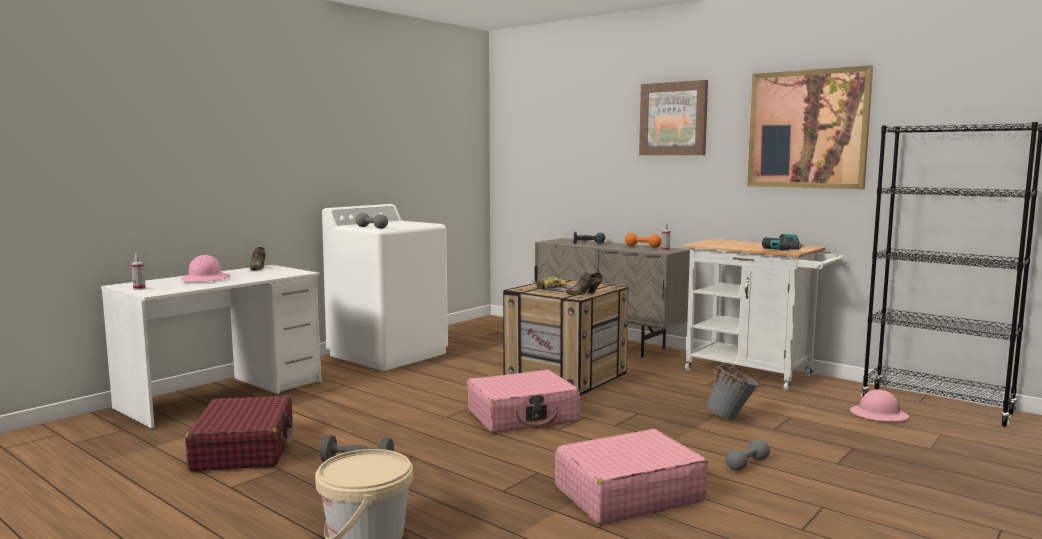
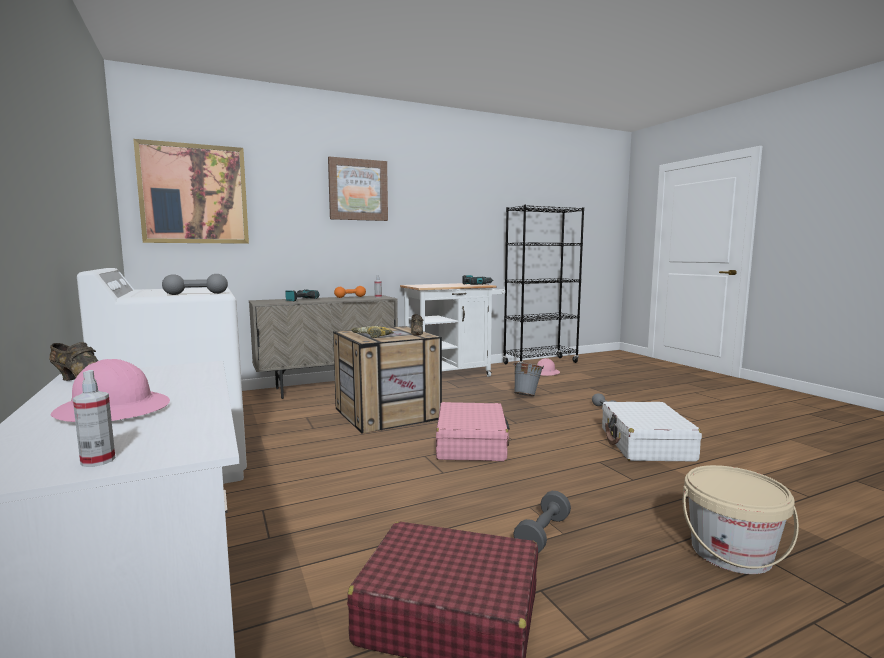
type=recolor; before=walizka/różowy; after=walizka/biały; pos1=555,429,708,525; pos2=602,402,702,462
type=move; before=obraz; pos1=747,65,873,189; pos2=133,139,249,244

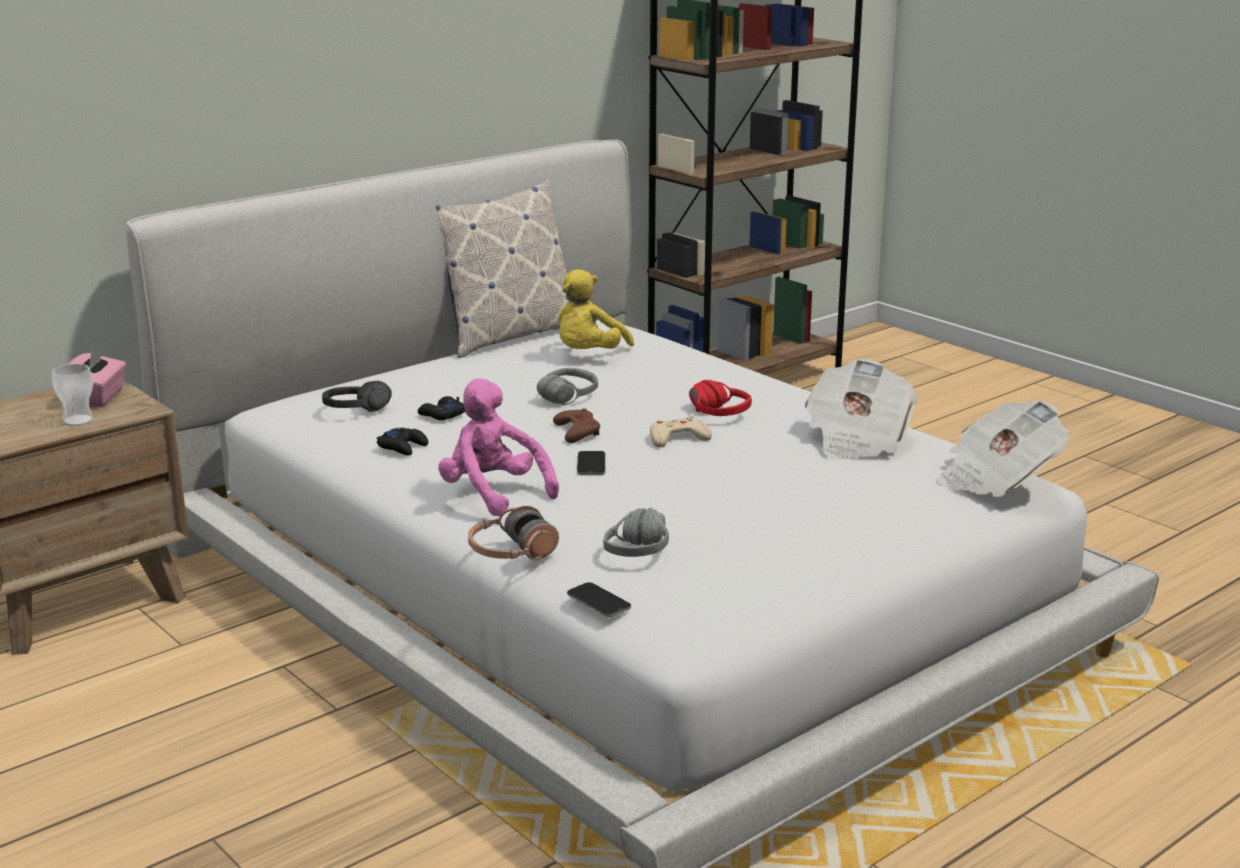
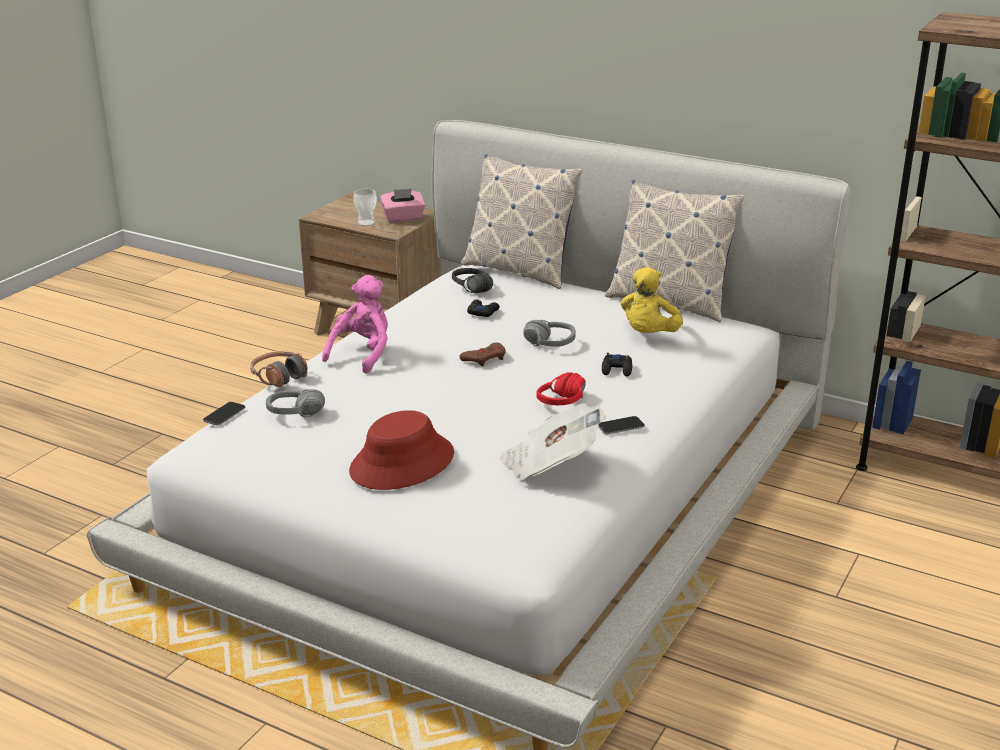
type=move; before=pad do gier/czarny; pos1=377,427,428,456; pos2=602,353,632,377
type=rotate; before=pluszak/żółty; pos1=558,269,634,349; pos2=621,267,683,333; turn=-75
type=move; before=telefon; pos1=577,451,605,475; pos2=598,416,645,434
type=delete; before=pad do gier/beżowy; pos1=650,418,712,447
type=delete; before=gazeta; pos1=937,401,1070,497
type=insert; after=kapelusz/czerwony; pos2=349,410,454,490
type=insert; after=poduszka; pos2=461,154,582,289

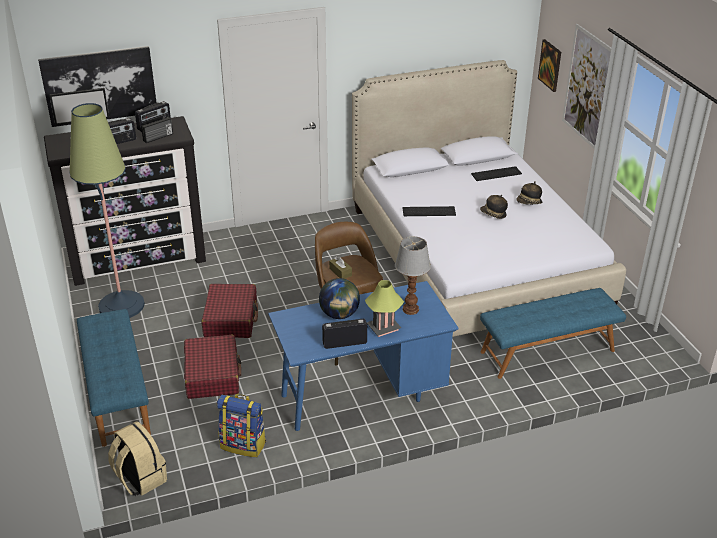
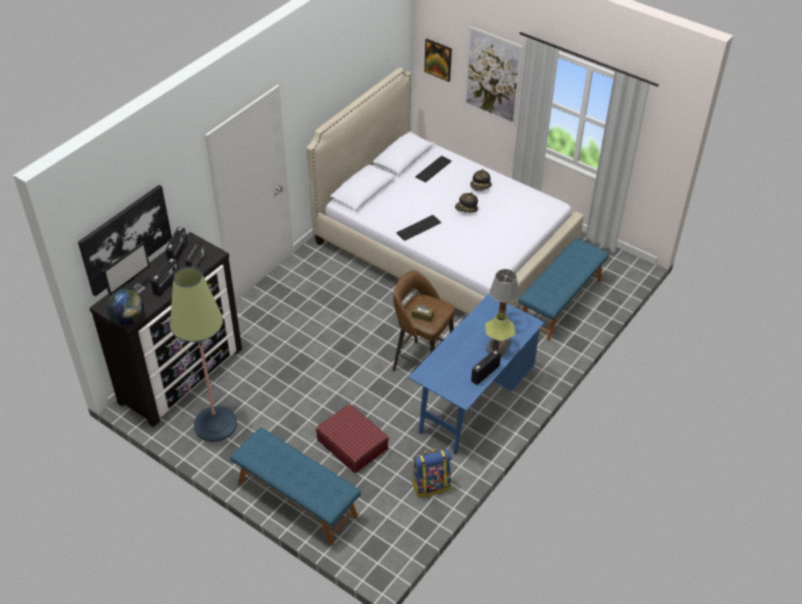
type=delete; before=plecak/beżowy; pos1=108,421,167,496
type=delete; before=walizka/czerwony; pos1=202,284,258,338
type=move; before=globus; pos1=319,278,360,319; pos2=107,289,144,325

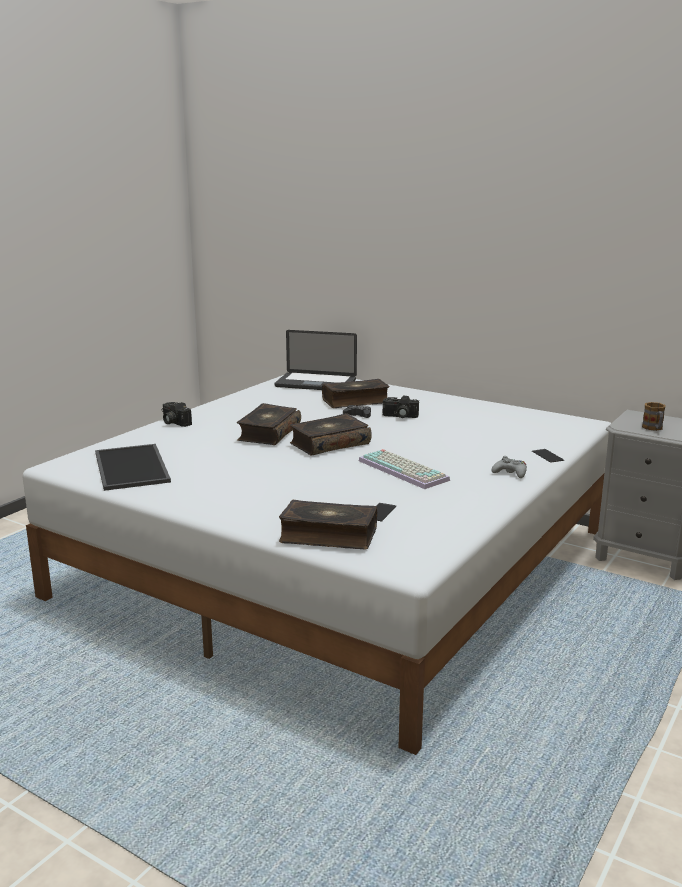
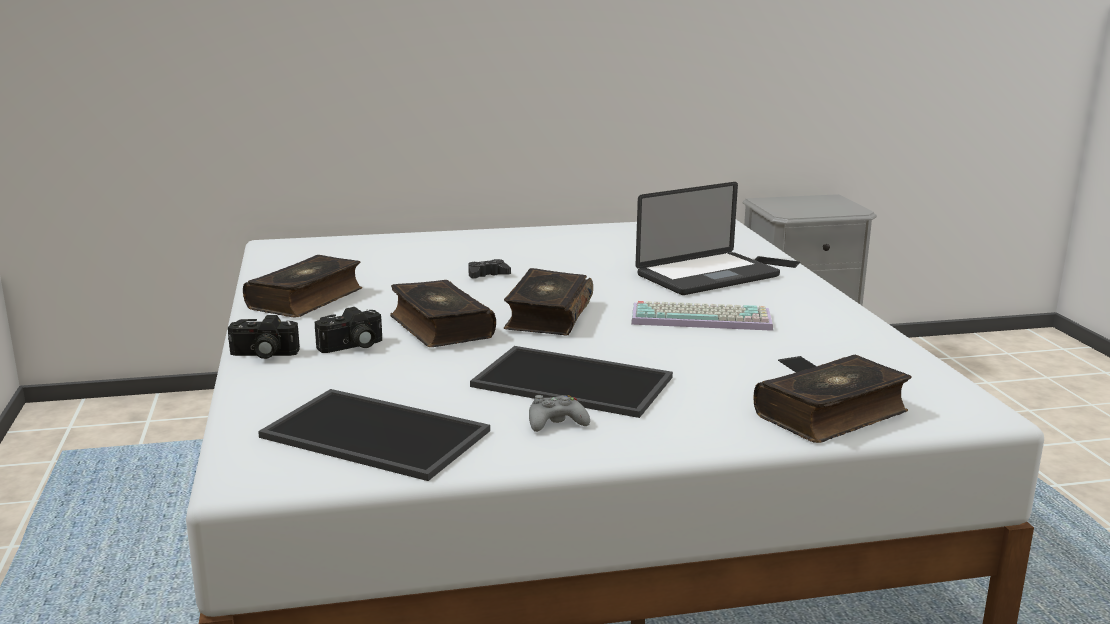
type=move; before=laptop; pos1=274,330,357,390; pos2=636,182,780,295
type=move; before=książka; pos1=322,379,390,408; pos2=243,255,362,317
type=move; before=aparat fotograficzny; pos1=383,396,419,418; pos2=315,307,382,353
type=move; before=pad do gier/szary; pos1=491,456,527,478; pos2=529,395,590,432
type=delete; before=kubek; pos1=642,402,666,431
type=insert; after=taca; pos2=470,346,673,418

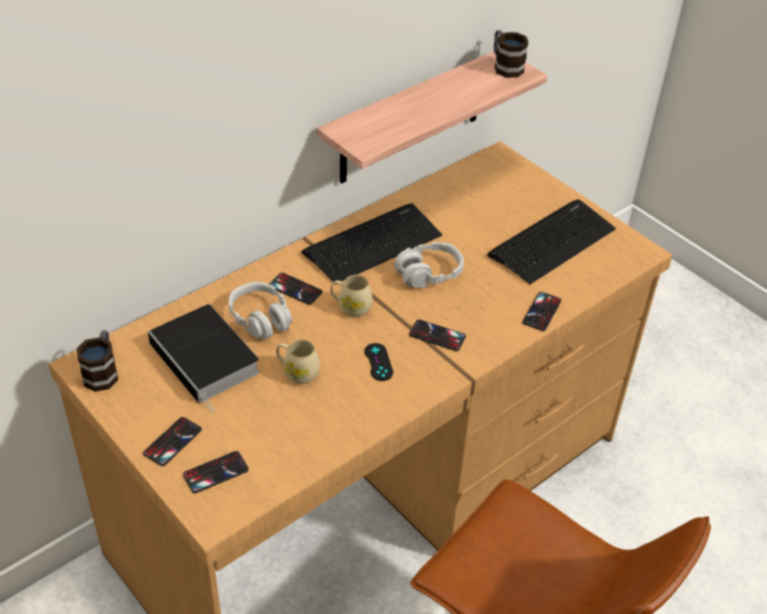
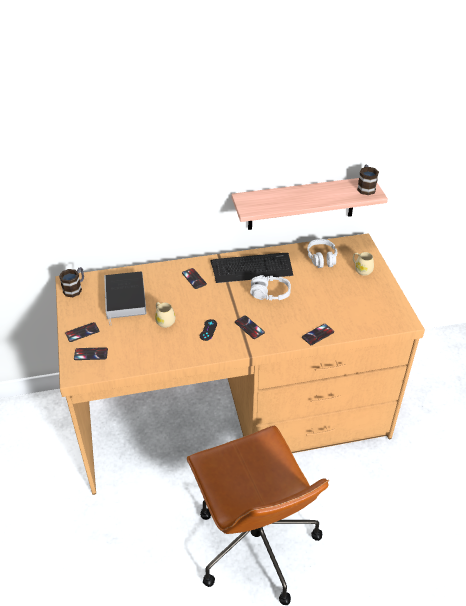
type=move; before=słuchawki/szary; pos1=229,282,292,340; pos2=307,239,337,268
type=move; before=kubek/beżowy; pos1=330,275,373,317; pos2=353,252,374,276
type=delete; before=klawiatura; pos1=487,199,616,284

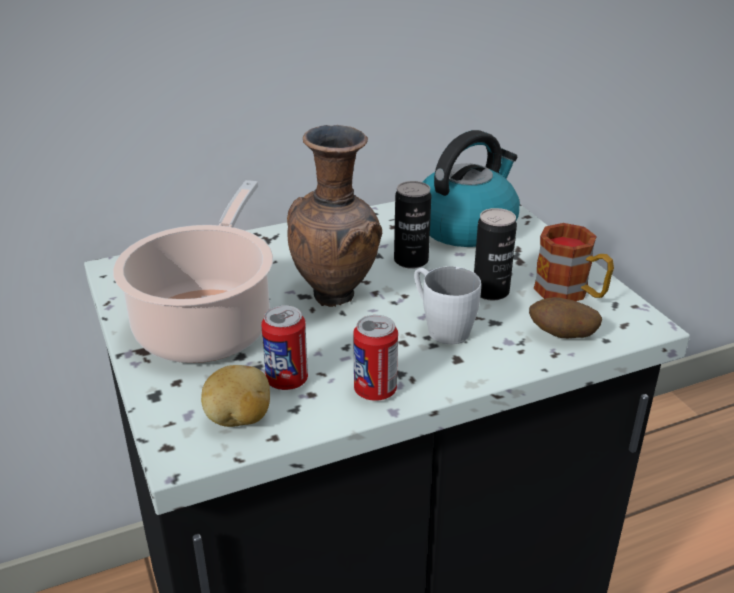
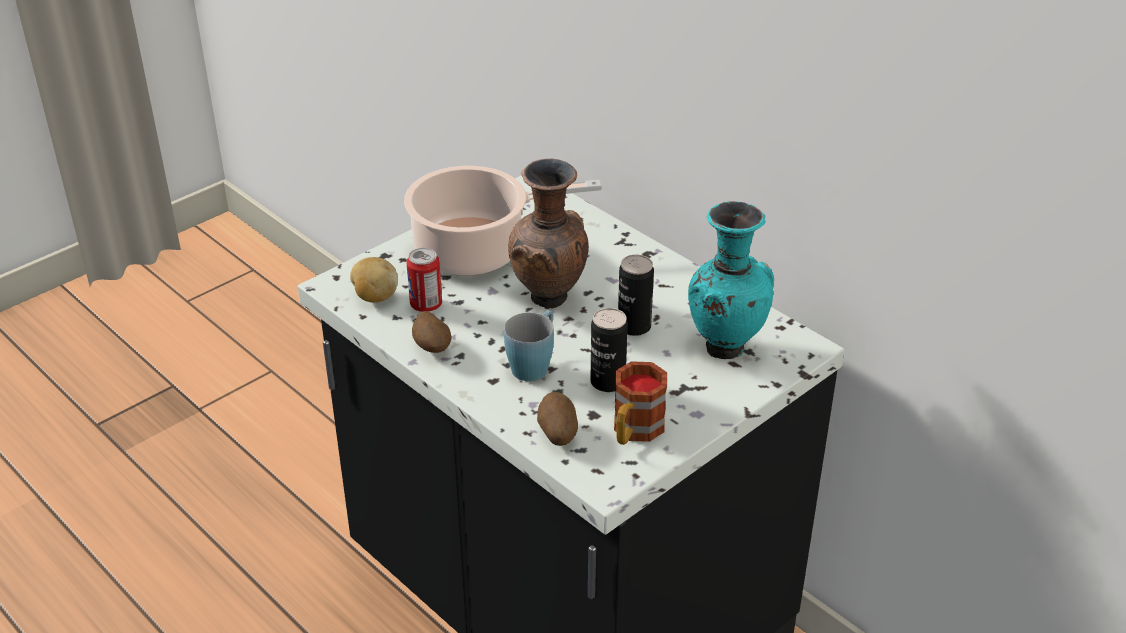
type=replace; before=puszka; after=ziemniak; pos1=353,315,398,401; pos2=412,311,451,353
type=recolor; before=kubek/biały; after=kubek/niebieski; pos1=414,266,481,344; pos2=504,310,554,381
type=replace; before=czajnik; after=wazon/turkusowy; pos1=423,130,520,247; pos2=688,201,774,359

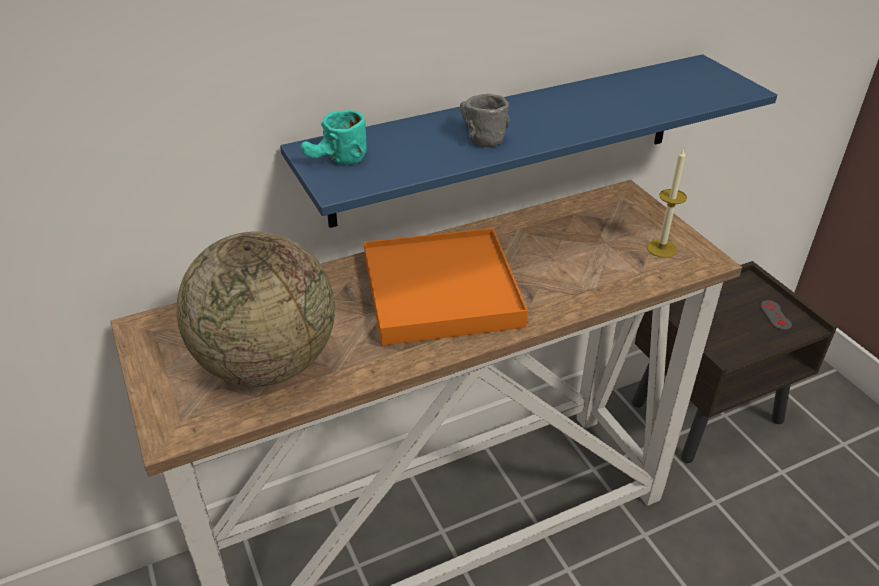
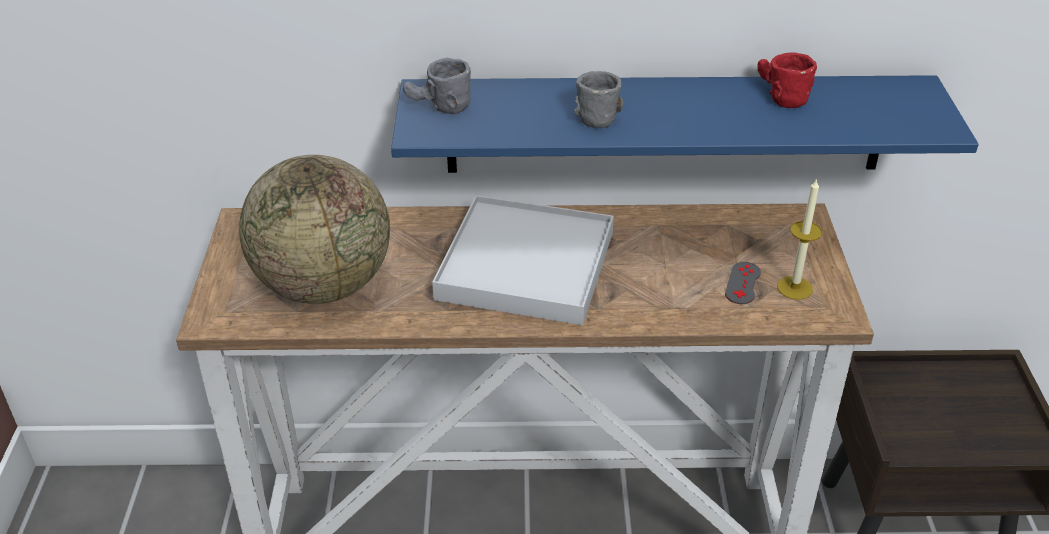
type=recolor; before=kubek/turkusowy; after=kubek/szary; pos1=300,110,367,165; pos2=403,58,471,114
type=recolor; before=taca/pomarańczowy; after=taca/biały; pos1=364,228,528,346; pos2=432,195,614,325
type=move; before=pad do gier/szary; pos1=760,300,792,330; pos2=725,262,761,304
type=insert; after=kubek/czerwony; pos2=757,52,817,108

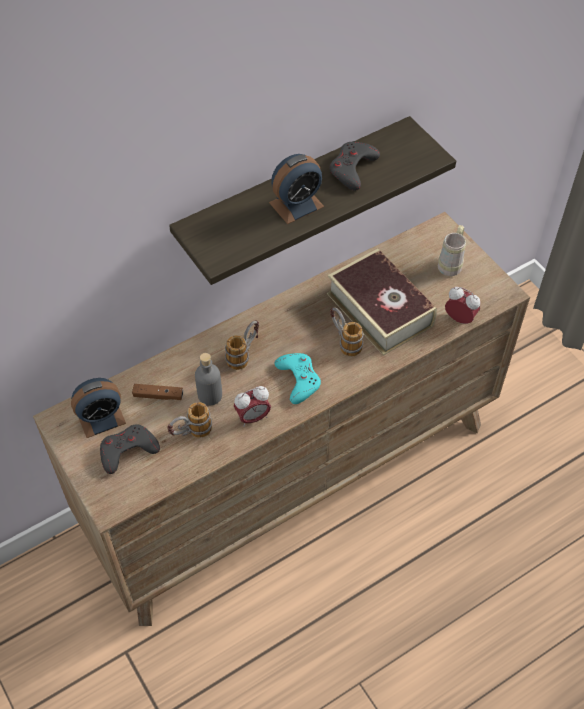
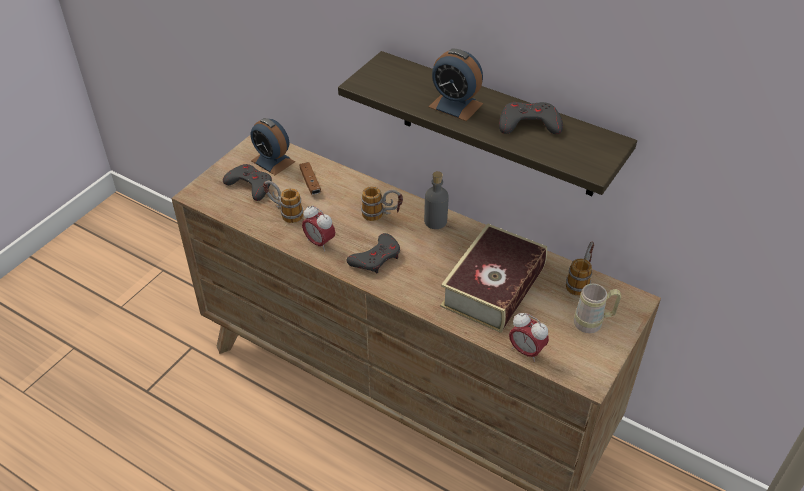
type=move; before=butelka/szary; pos1=195,353,222,406; pos2=424,171,449,229
type=recolor; before=pad do gier/turkusowy; after=pad do gier/szary; pos1=274,353,321,404; pos2=347,233,400,273
type=move; before=kubek; pos1=330,307,363,356; pos2=566,242,594,296
type=rotate; before=budzik; pos1=445,287,480,324; pos2=509,313,549,362; turn=120

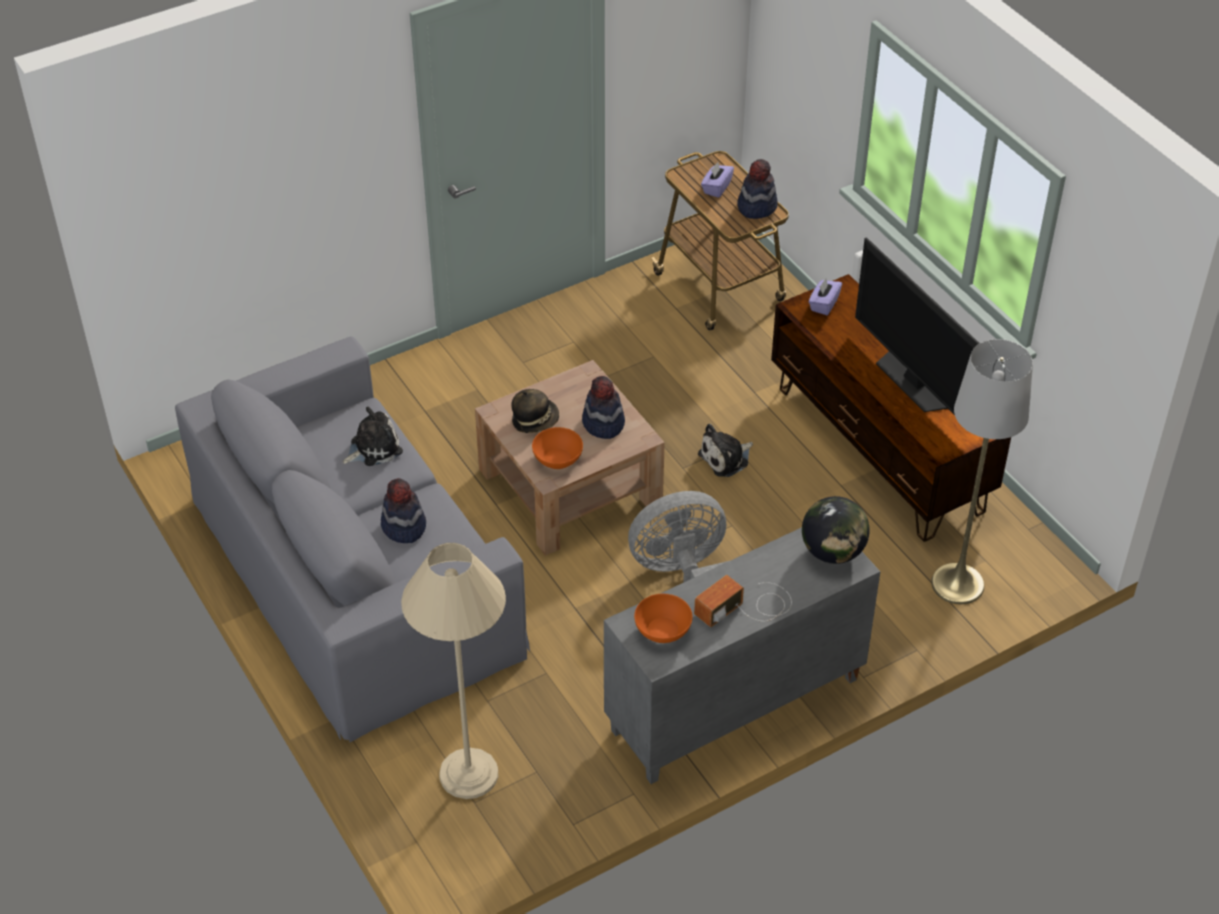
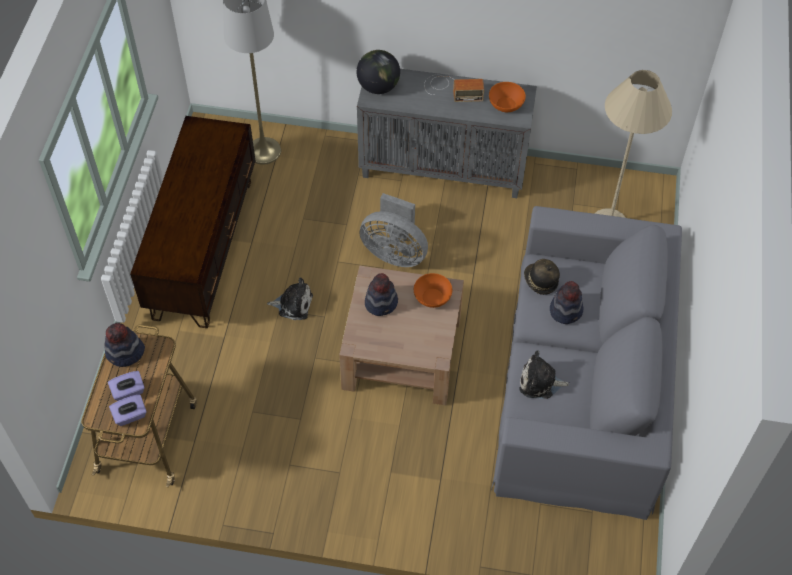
type=move; before=kapelusz; pos1=511,389,559,433; pos2=524,259,560,295
type=move; before=pudełko chusteczek/fioletowy; pos1=809,278,842,315; pos2=109,394,147,426
type=delete; before=telewizor; pos1=855,237,979,415

